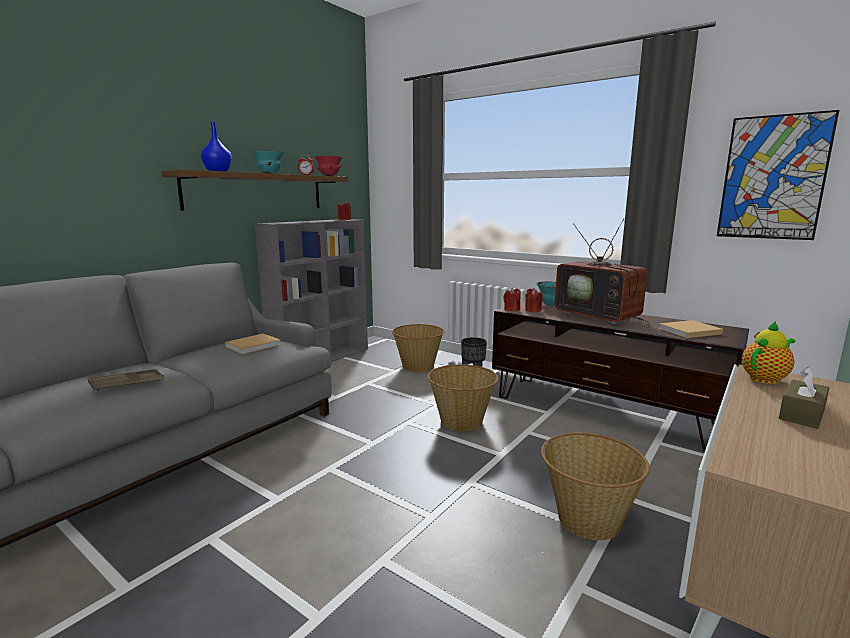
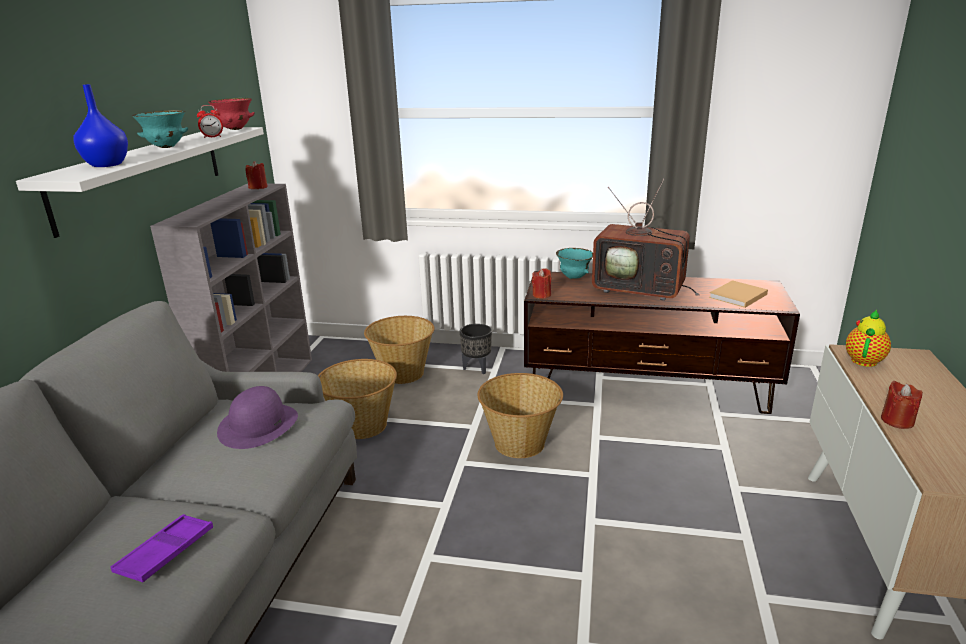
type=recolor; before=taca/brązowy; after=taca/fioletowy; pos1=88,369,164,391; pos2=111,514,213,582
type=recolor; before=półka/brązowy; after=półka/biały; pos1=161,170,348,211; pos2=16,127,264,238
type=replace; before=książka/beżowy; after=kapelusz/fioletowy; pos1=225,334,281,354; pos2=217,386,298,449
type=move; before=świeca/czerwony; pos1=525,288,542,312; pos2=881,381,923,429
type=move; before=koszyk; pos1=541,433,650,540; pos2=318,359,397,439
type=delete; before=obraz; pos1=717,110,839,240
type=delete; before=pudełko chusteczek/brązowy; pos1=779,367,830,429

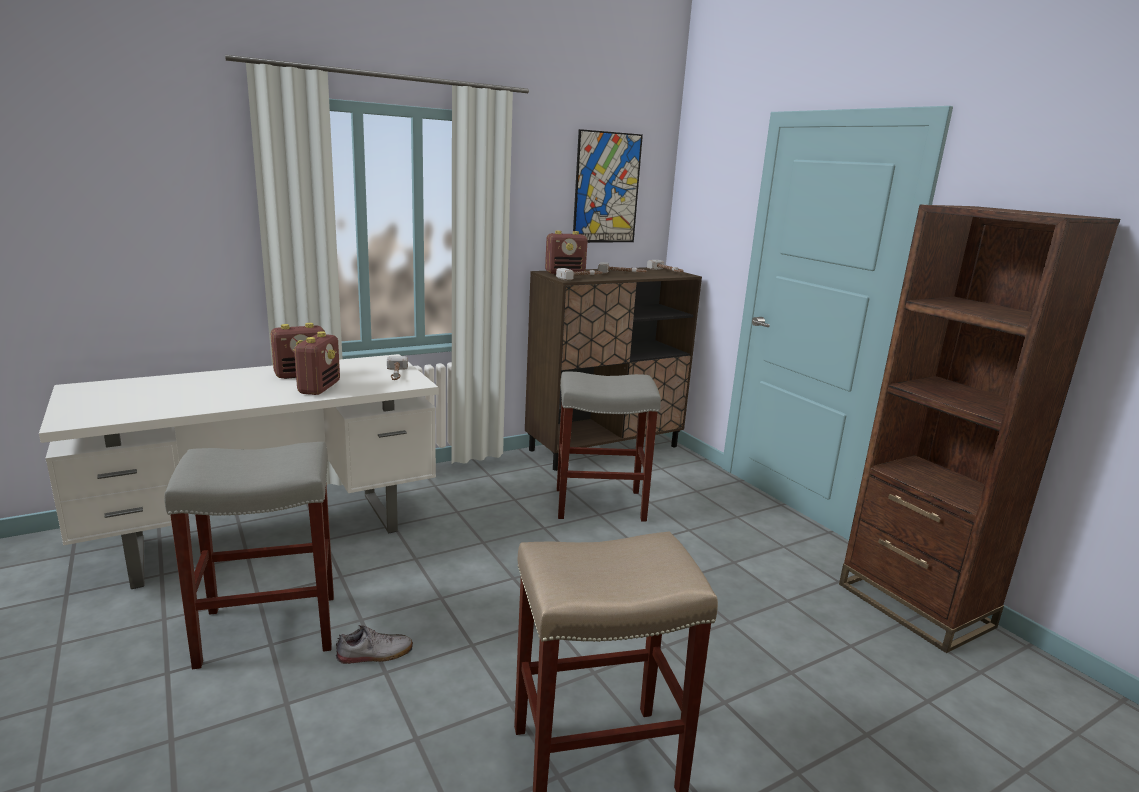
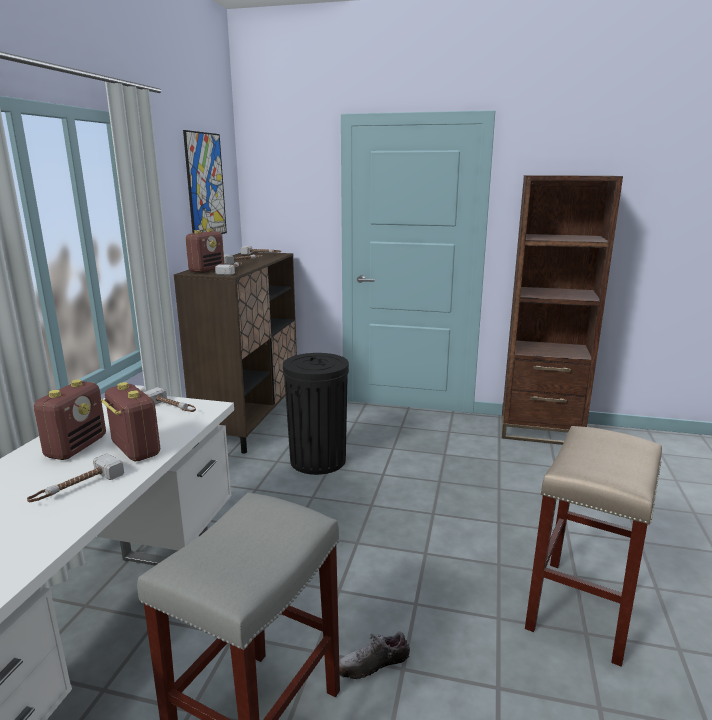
type=rotate; before=but; pos1=336,625,413,664; pos2=339,632,410,679; turn=-135
type=replace; before=stołek/szary; after=kosz na śmieci/czarny; pos1=557,371,661,522; pos2=283,353,349,475
type=insert; after=młotek; pos2=27,454,124,502

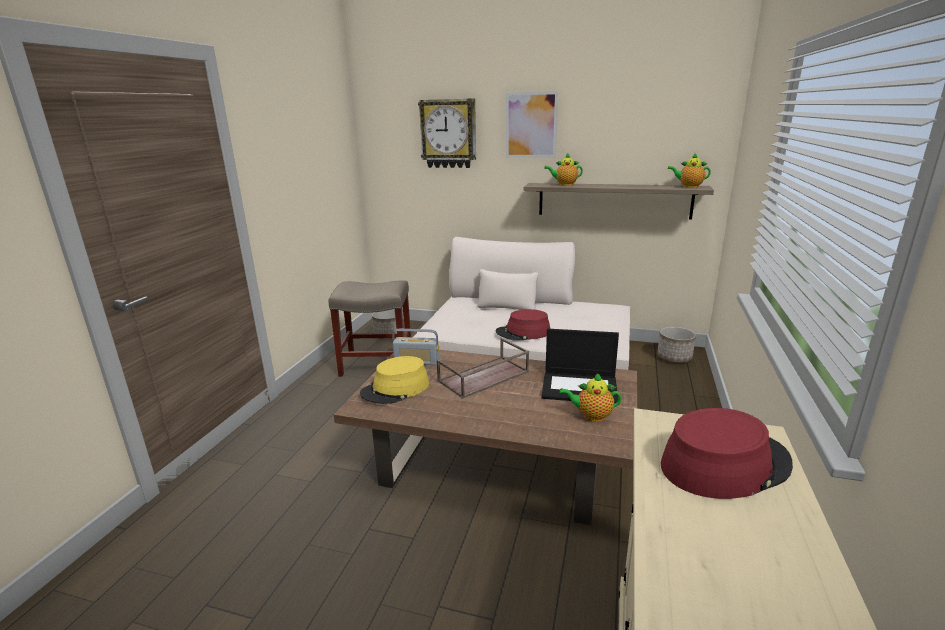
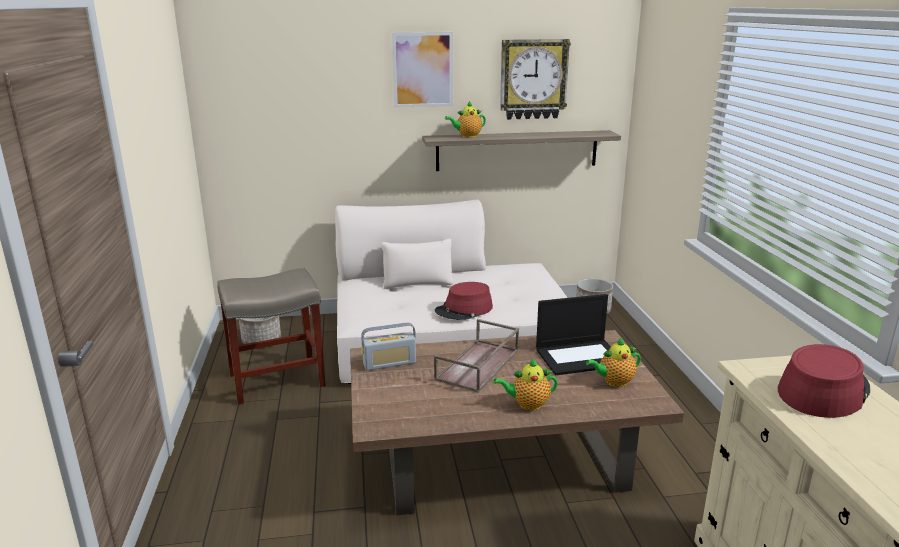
type=delete; before=kapelusz/żółty; pos1=360,356,429,404
type=move; before=zegar ścienny; pos1=418,99,476,168; pos2=500,39,571,120
type=move; before=imbryk; pos1=668,153,711,188; pos2=493,359,558,411

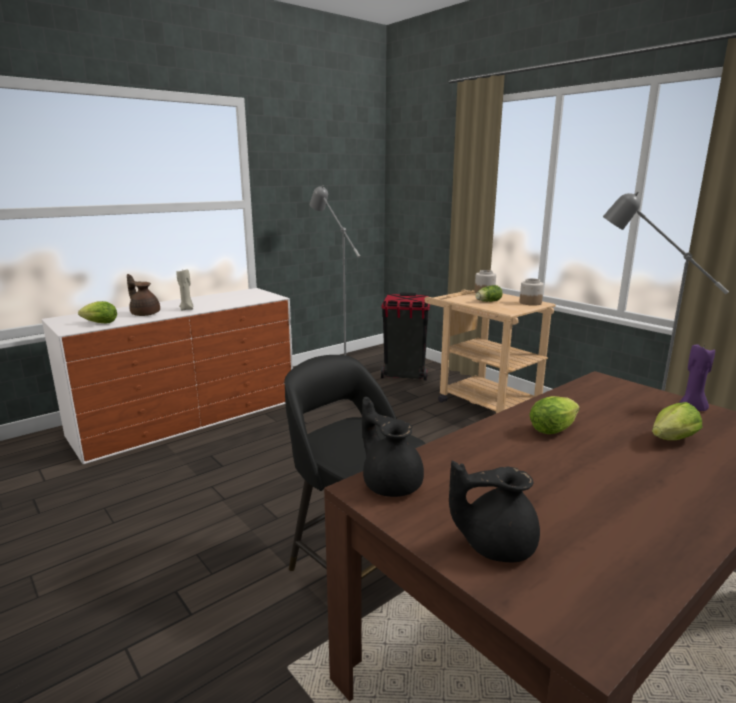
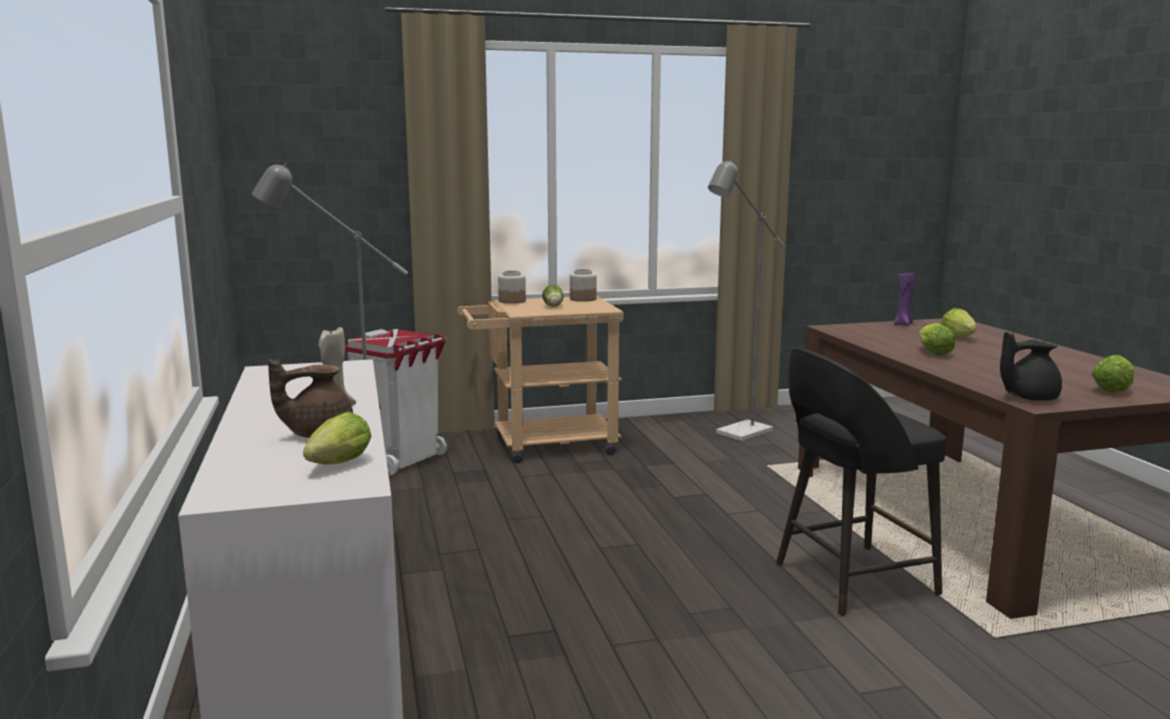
type=recolor; before=kosz na śmieci/czarny; after=kosz na śmieci/biały; pos1=381,292,430,381; pos2=345,329,447,475
type=replace; before=imbryk/czarny; after=sałata; pos1=449,461,540,562; pos2=1092,355,1134,393

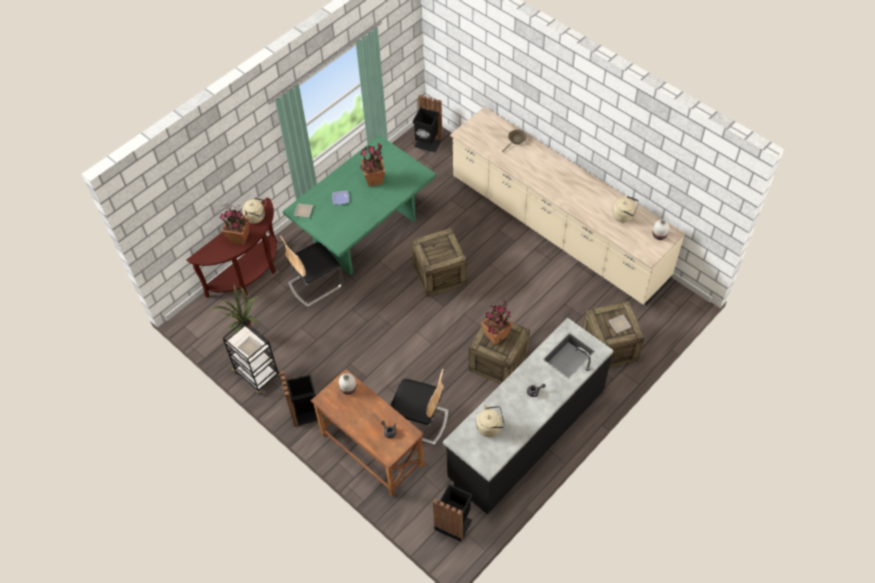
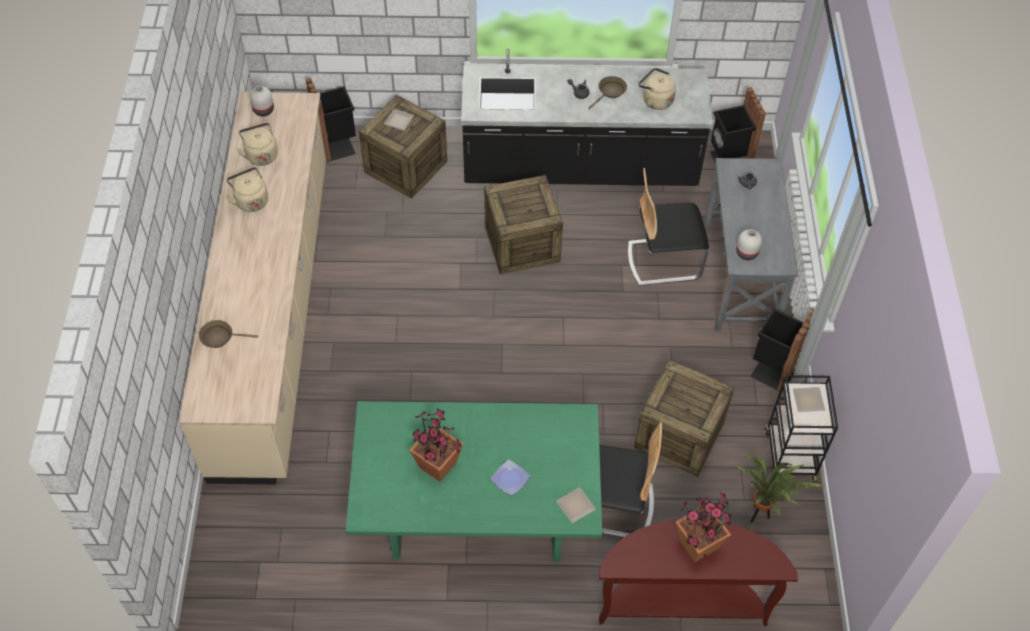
type=move; before=czajnik/beżowy; pos1=242,197,266,224; pos2=226,167,268,212
type=recolor; before=biurko/brązowy; after=biurko/szary; pos1=311,369,424,497; pos2=704,158,798,331
type=rotate; before=krzesło; pos1=390,369,448,445; pos2=628,168,709,286; turn=-75
type=move; before=skrzynka; pos1=411,228,467,297; pos2=634,360,735,477
type=move; before=kosz na śmieci/czarny; pos1=413,95,443,153; pos2=306,77,356,162
type=delete; before=roślina doniczkowa; pos1=481,300,513,345
type=insert; after=patelnia/brązowy; pos2=588,76,627,109

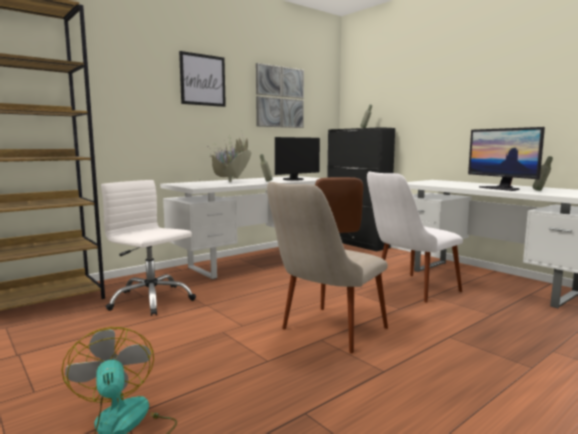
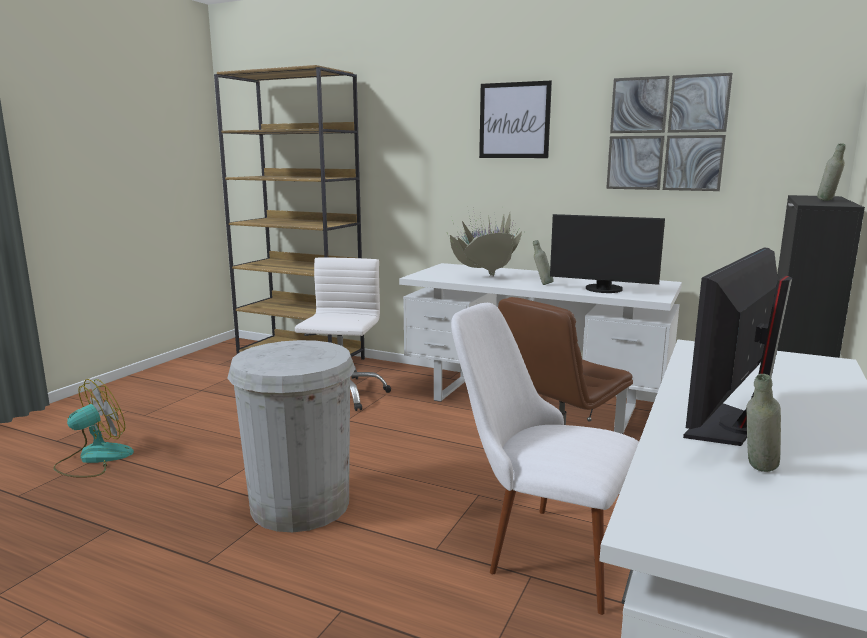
type=replace; before=krzesło/beżowy; after=kosz na śmieci/biały; pos1=267,182,388,353; pos2=227,340,355,532

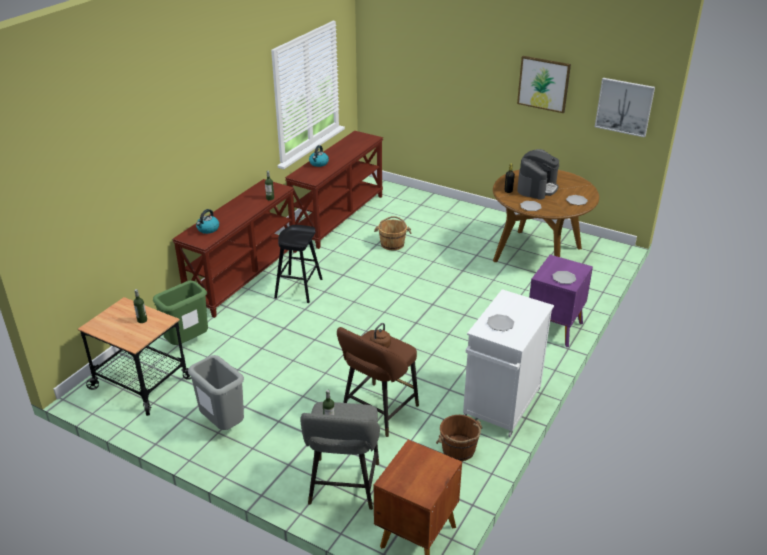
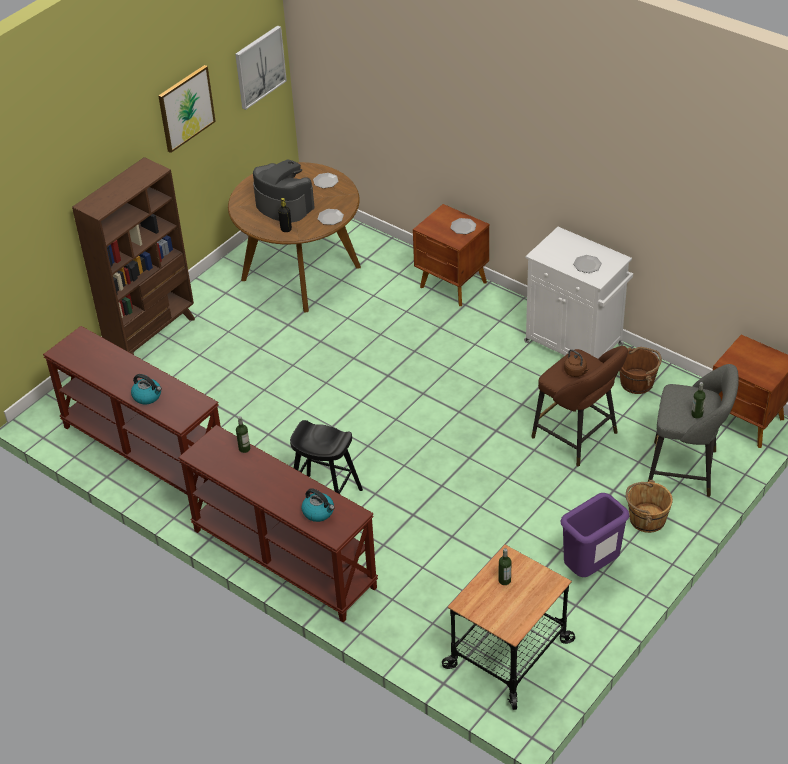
type=delete; before=kosz na śmieci/zielony; pos1=153,281,208,345
type=recolor; before=kosz na śmieci/szary; after=kosz na śmieci/fioletowy; pos1=188,355,244,430; pos2=560,493,629,577
type=move; before=wiadro/brązowy; pos1=374,216,411,250; pos2=626,480,673,533
type=recolor; before=szafka nocna/fioletowy; after=szafka nocna/brązowy; pos1=529,255,593,347; pos2=413,204,489,306
type=insert; after=regał/brązowy; pos2=72,157,195,355

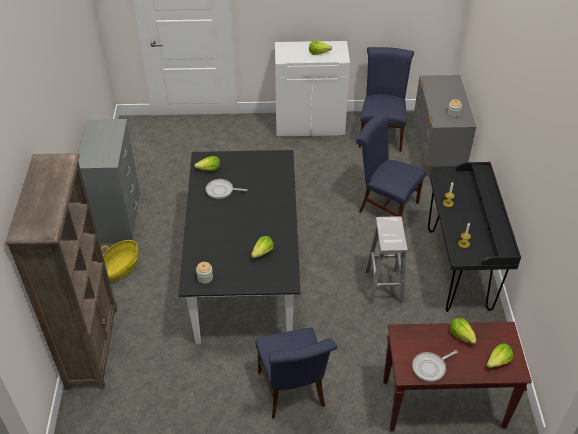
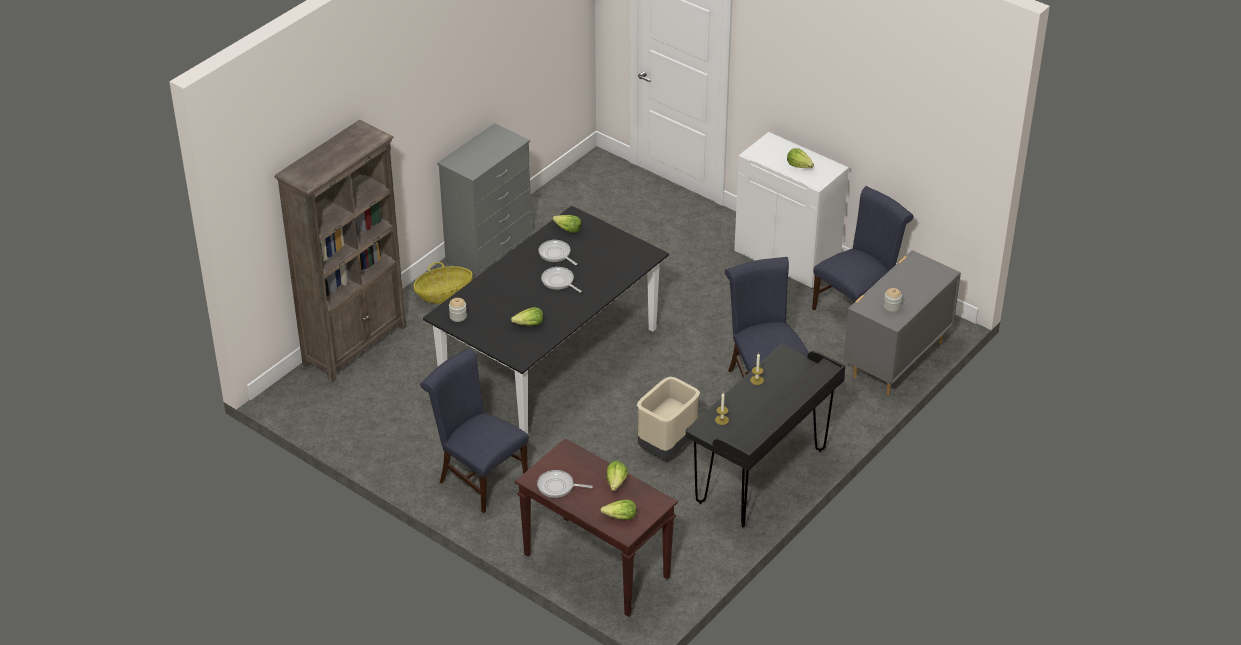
type=rotate; before=krzesło/niebieski; pos1=255,327,337,418; pos2=420,348,529,513; turn=105
type=replace; before=stołek/biały; after=kosz na śmieci/beżowy; pos1=365,216,408,304; pos2=637,377,700,459
type=insert; after=patelnia; pos2=541,267,582,293

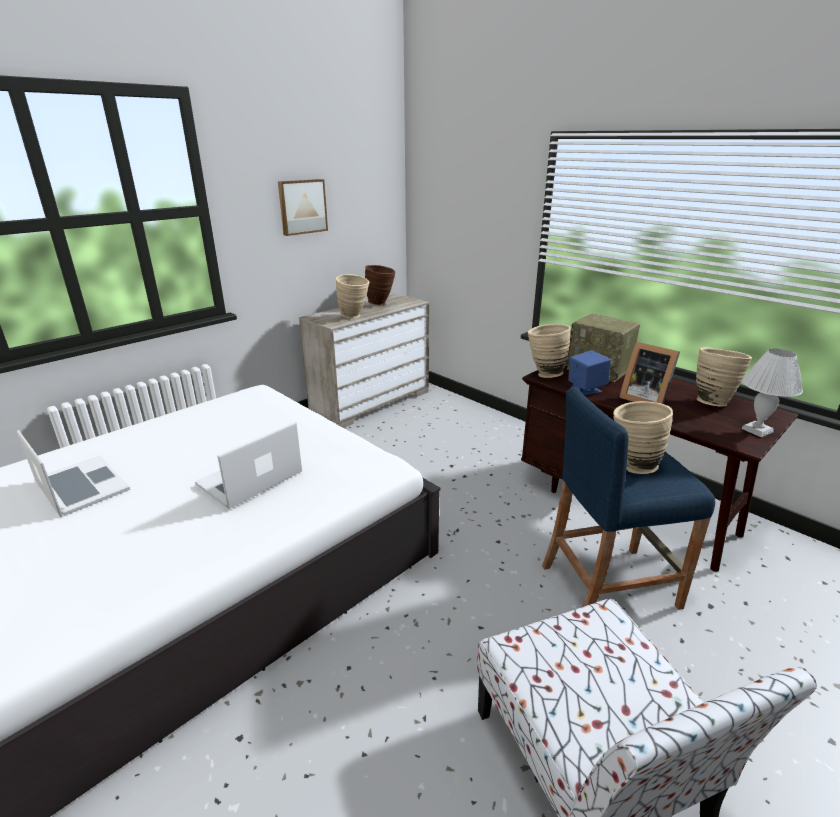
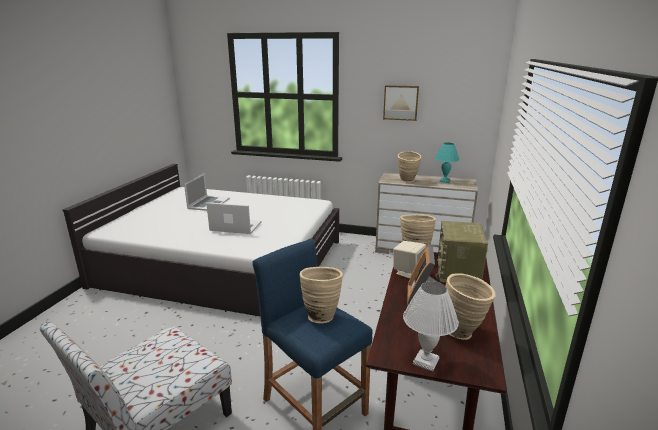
type=replace; before=wazon/brązowy; after=lampa stołowa/turkusowy; pos1=365,265,395,305; pos2=435,143,459,183
type=recolor; before=głośnik/niebieski; after=głośnik/beżowy; pos1=568,350,611,395; pos2=393,241,426,279

